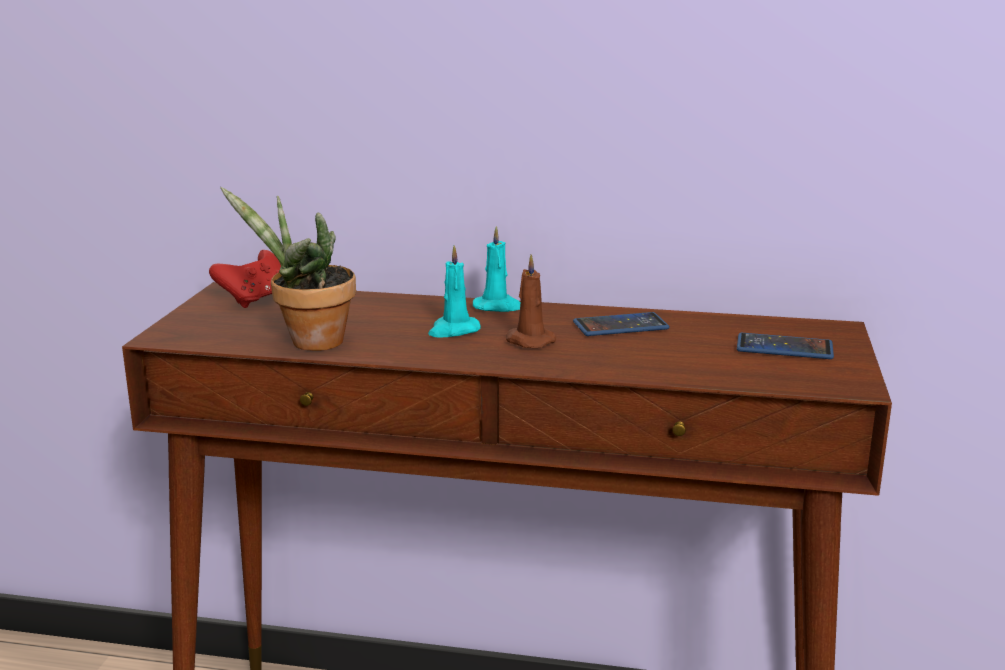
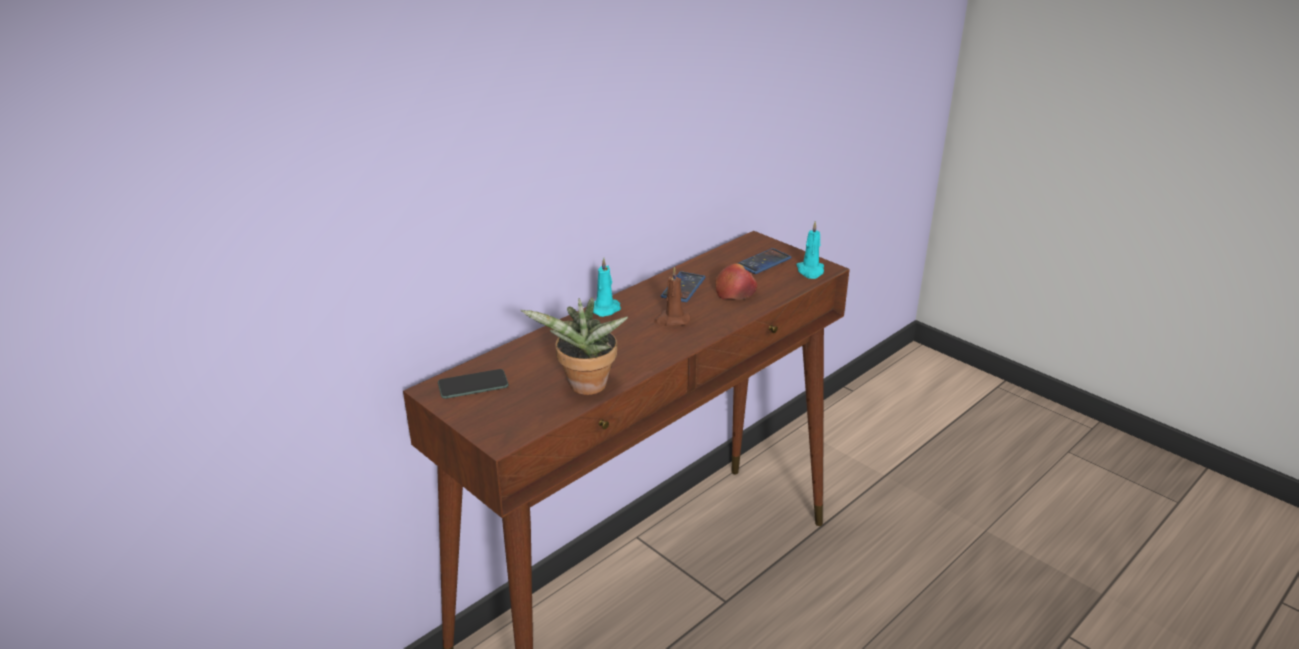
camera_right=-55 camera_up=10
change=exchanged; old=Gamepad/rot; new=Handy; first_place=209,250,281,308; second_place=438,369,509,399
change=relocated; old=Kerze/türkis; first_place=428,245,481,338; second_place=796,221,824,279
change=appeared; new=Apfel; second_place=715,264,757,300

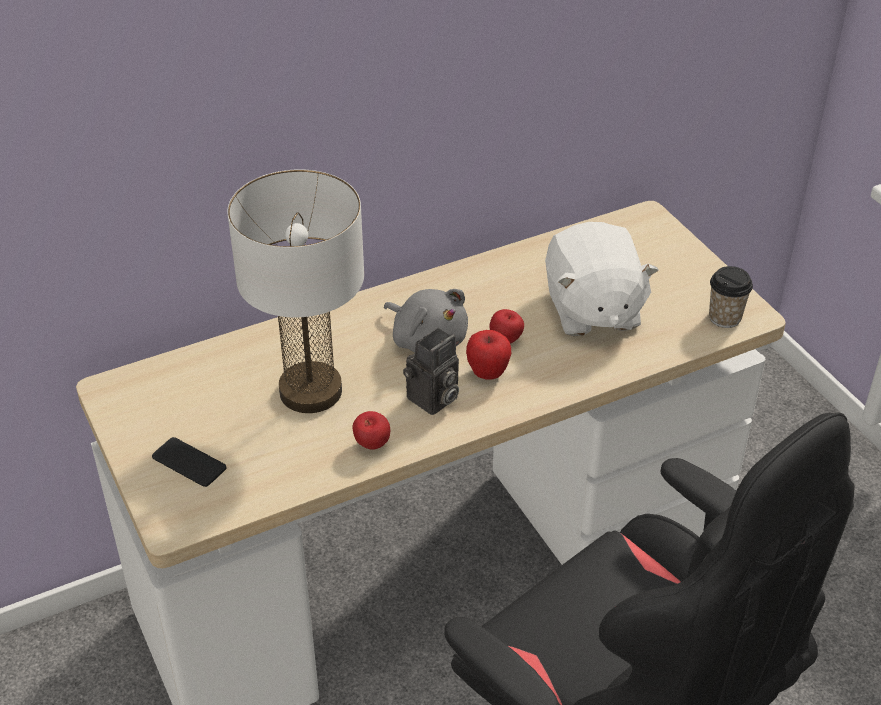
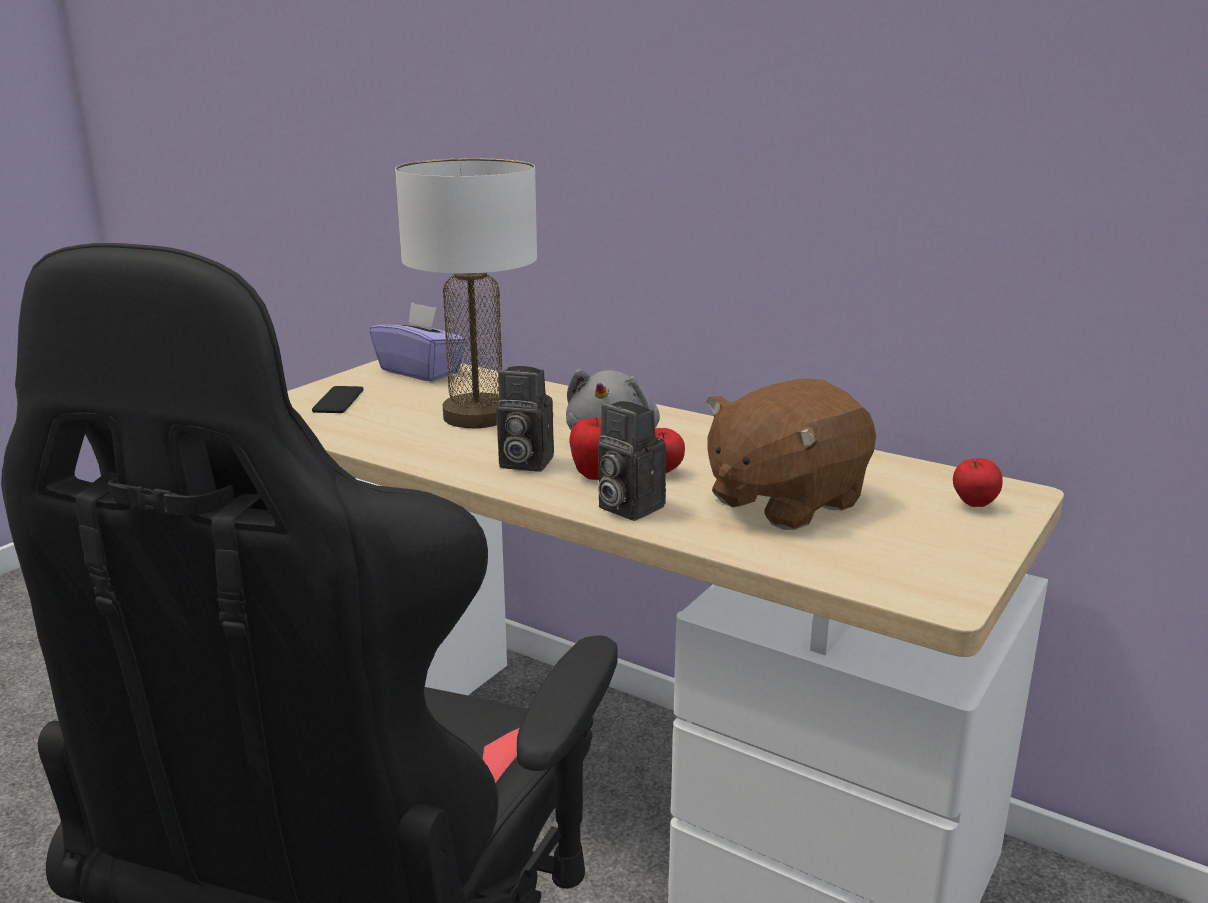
camera_right=60 camera_up=-20
change=relocated; old=Apfel; first_place=352,411,390,449; second_place=953,458,1003,507
change=colour; old=Plüschtier/weiß; new=Plüschtier/braun; first_place=545,222,659,336; second_place=706,378,876,530
change=missing; old=Tasse; first_place=709,266,753,328
change=appeared; new=Taschentuchbox/lila; second_place=369,302,467,382
change=appeared; new=Kamera; second_place=598,401,666,521

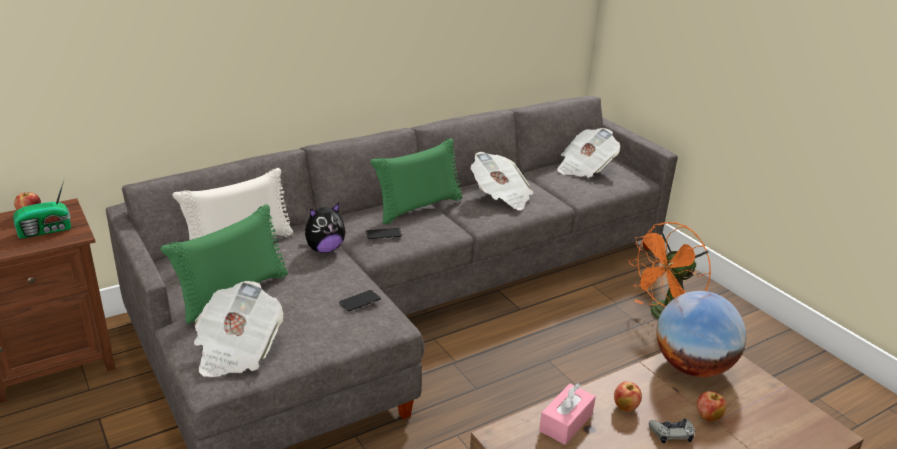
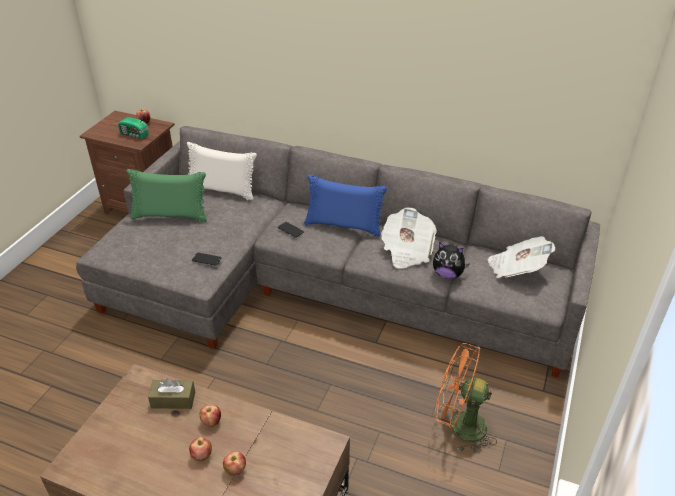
camera_right=55 camera_up=10
change=missing; old=Zeitung; first_place=194,281,283,377
change=relocated; old=Plüschtier; first_place=305,203,345,253; second_place=433,242,469,279
change=colour; old=Kissen/grün; new=Kissen/blau; first_place=370,138,462,224; second_place=304,175,387,237
change=colour; old=Taschentuchbox/rosa; new=Taschentuchbox/braun; first_place=539,383,596,445; second_place=148,378,195,409
change=exchanged; old=Gamepad/grau; new=Apfel; first_place=649,419,695,443; second_place=189,437,212,461
change=missing; old=Globus; first_place=657,291,746,377

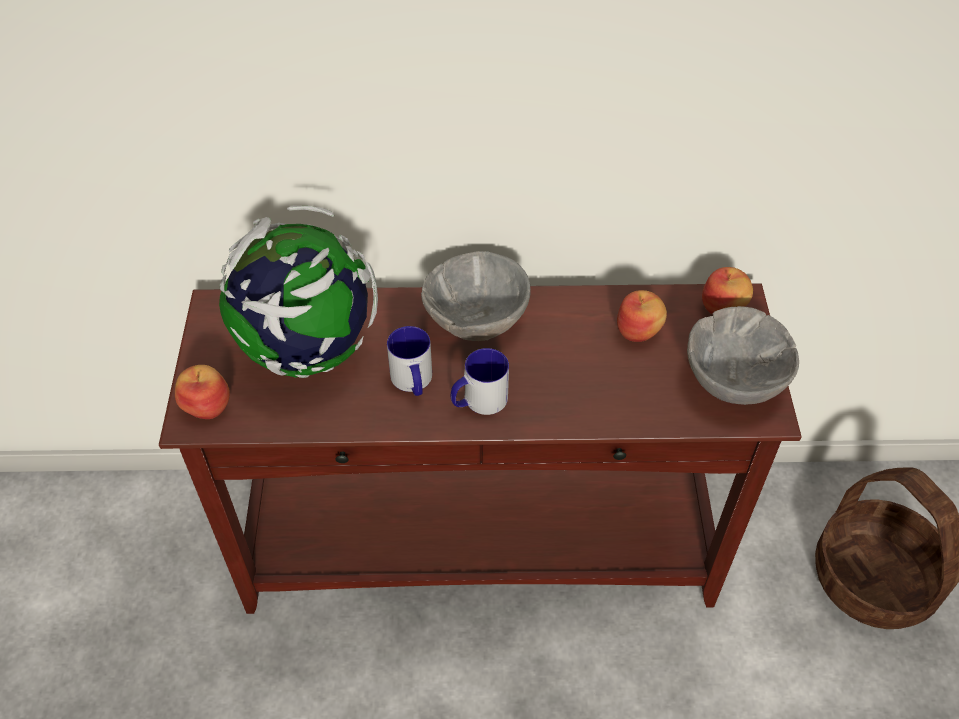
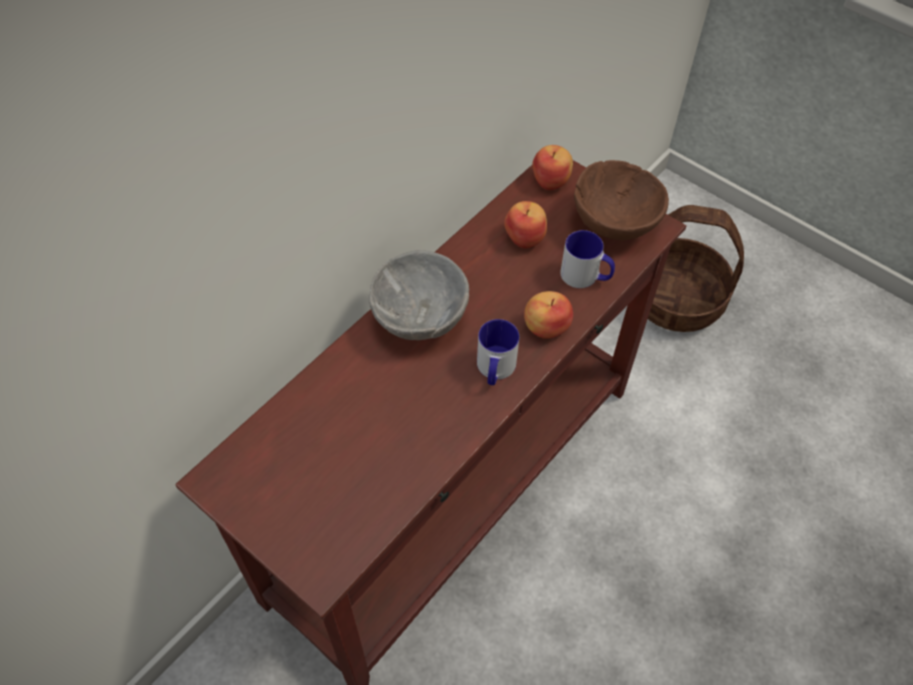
camera_right=-50 camera_up=5
change=relocated; old=Apfel; first_place=175,365,230,419; second_place=524,291,573,339
change=missing; old=Globus; first_place=219,206,378,378
change=relocated; old=Henkelbecher; first_place=387,326,432,396; second_place=560,230,615,288
change=colour; old=Schüssel/grau; new=Schüssel/braun; first_place=687,306,799,405; second_place=574,160,669,240

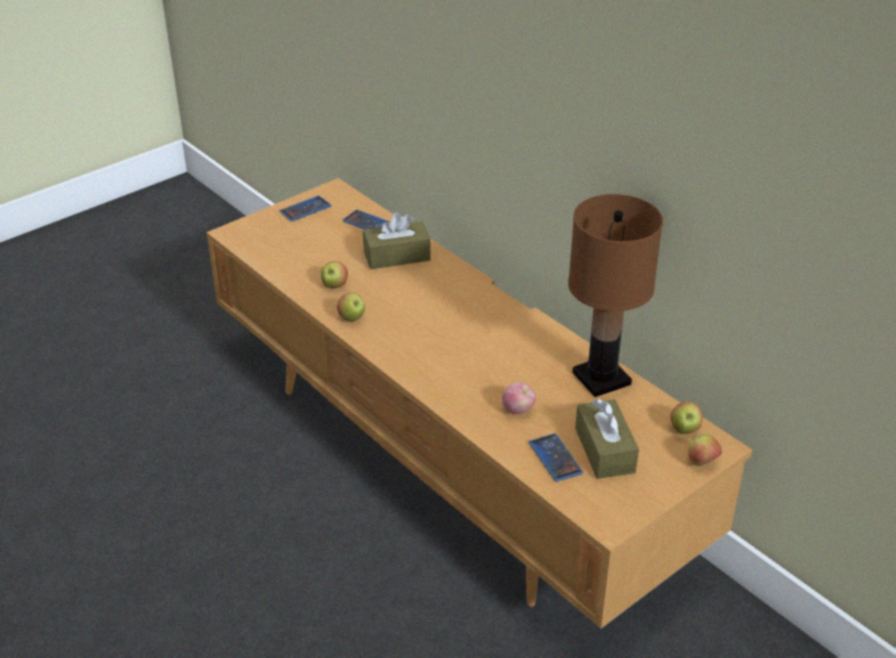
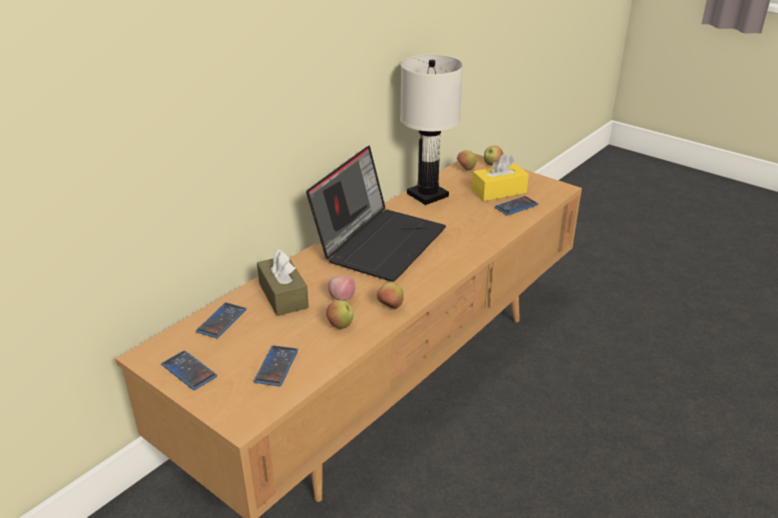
camera_right=-100 camera_up=-5
change=relocated; old=Apfel; first_place=502,382,536,414; second_place=328,276,355,300
change=colour; old=Tischlampe/braun; new=Tischlampe/weiß; first_place=568,194,663,397; second_place=400,55,463,205
change=colour; old=Taschentuchbox/braun; new=Taschentuchbox/gelb; first_place=575,399,639,479; second_place=472,154,529,201
change=appeared; new=Handy; second_place=254,345,298,386
change=appeared; new=Laptop; second_place=306,146,446,282

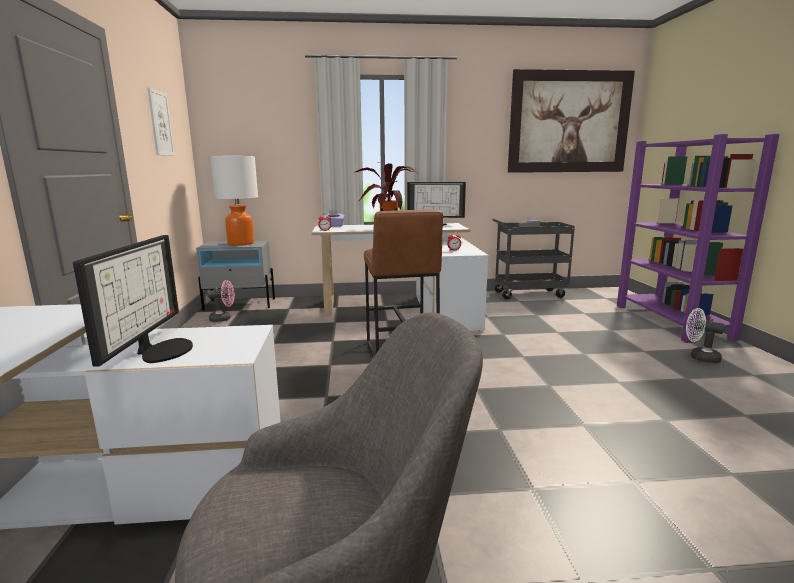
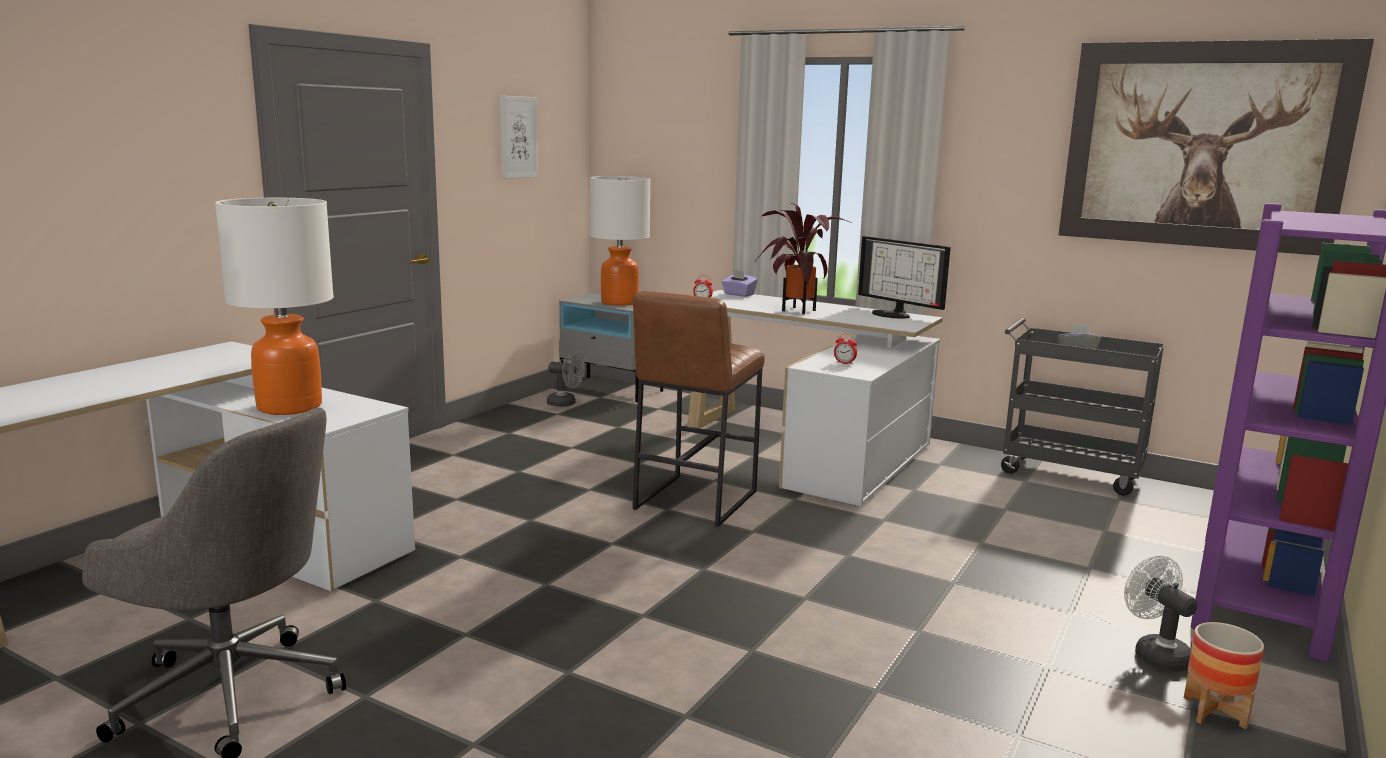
camera_right=35 camera_up=0
change=exchanged; old=Monitor; new=Tischlampe; first_place=73,235,193,367; second_place=215,198,334,415
change=colour; old=Ventilator/rosa; new=Ventilator/grau; first_place=208,280,235,322; second_place=547,351,585,407
change=appeared; new=Pflanzkübel; second_place=1184,622,1264,729

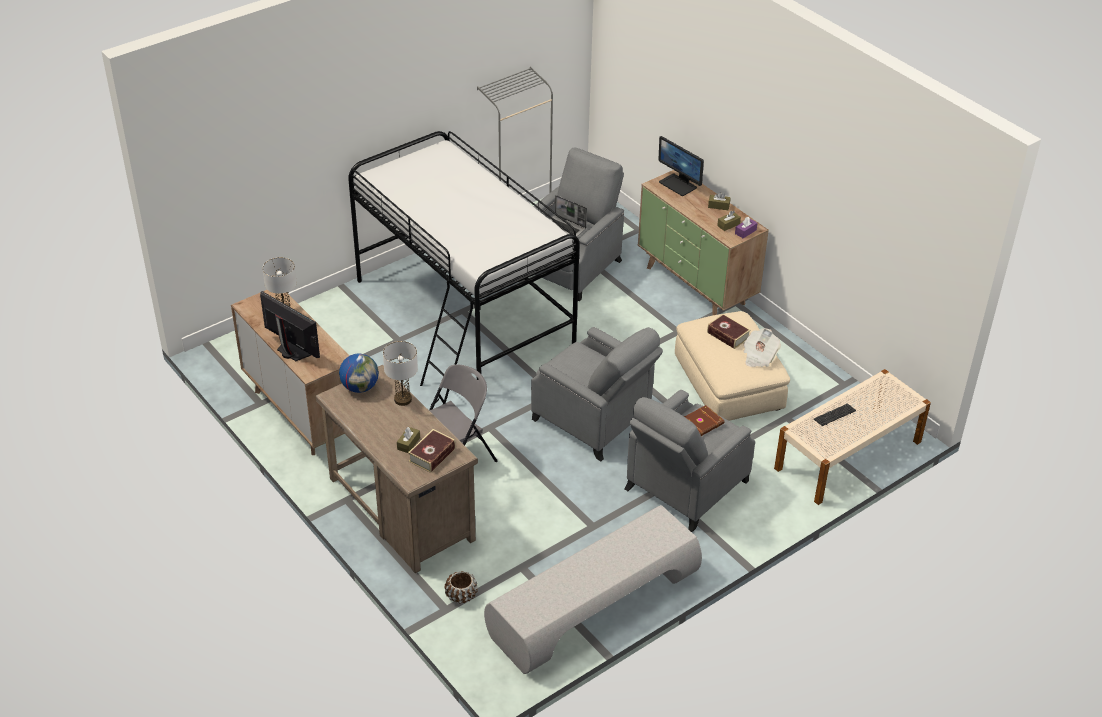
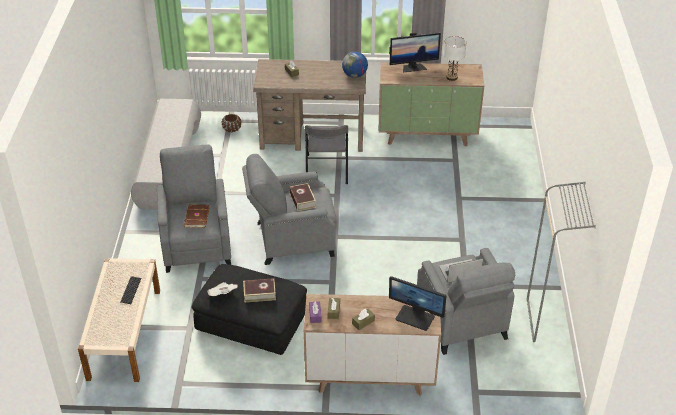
camera_right=130 camera_up=0
change=missing; old=Bett/schwarz; first_place=348,131,580,402
change=missing; old=Tischlampe; first_place=383,341,418,406
change=relocated; old=Buch; first_place=408,429,456,473; second_place=290,183,316,211
change=spun; old=Monitor; first_place=658,136,704,196; second_place=389,276,446,331; degrees=-150
change=colour; old=Polsterhocker/beige; new=Polsterhocker/schwarz; first_place=675,311,790,421; second_place=192,264,307,355

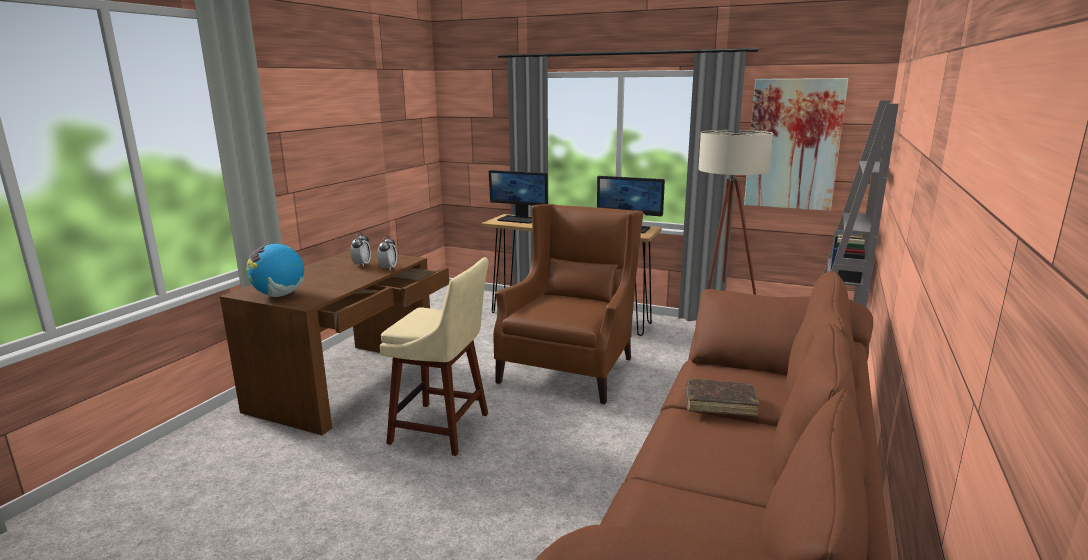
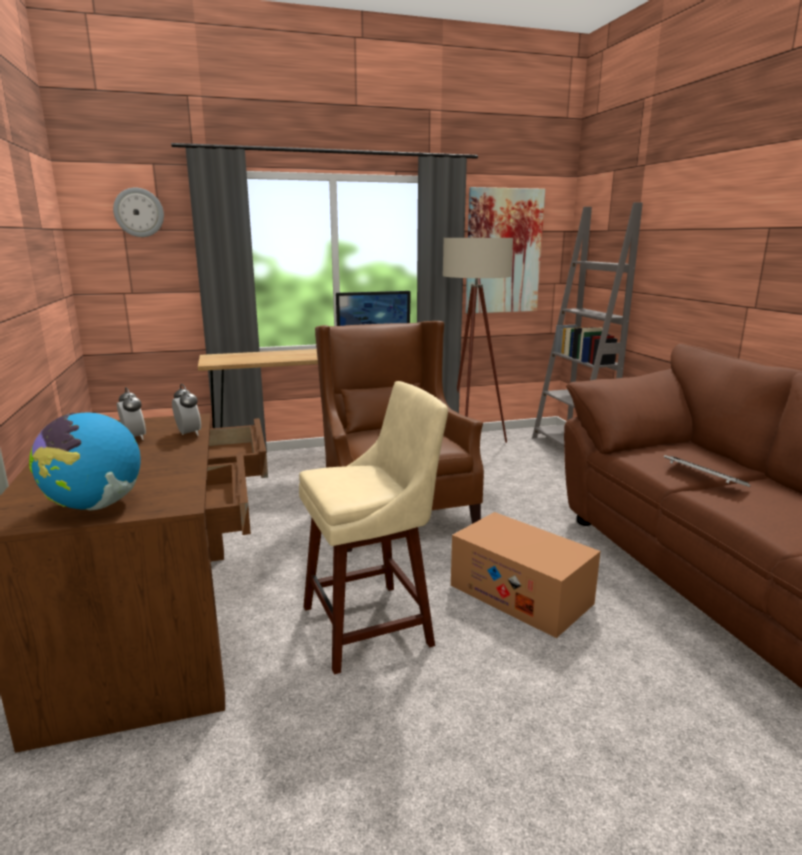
camera_right=-40 camera_up=0
change=missing; old=Monitor; first_place=489,170,548,224
change=exchanged; old=Buch/braun; new=Tastatur; first_place=686,378,760,417; second_place=664,455,750,487
change=appeared; new=Wanduhr; second_place=113,188,164,237
change=appeared; new=Karton; second_place=451,512,601,638

